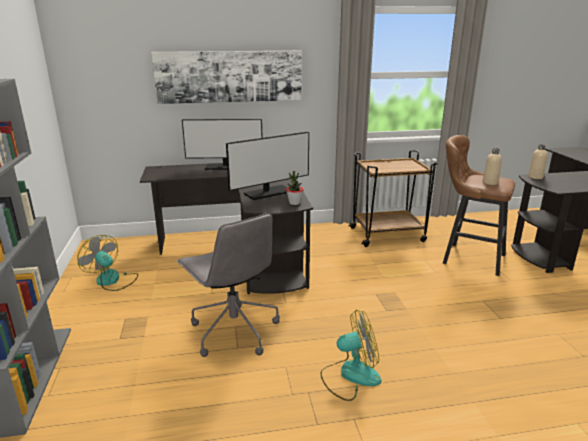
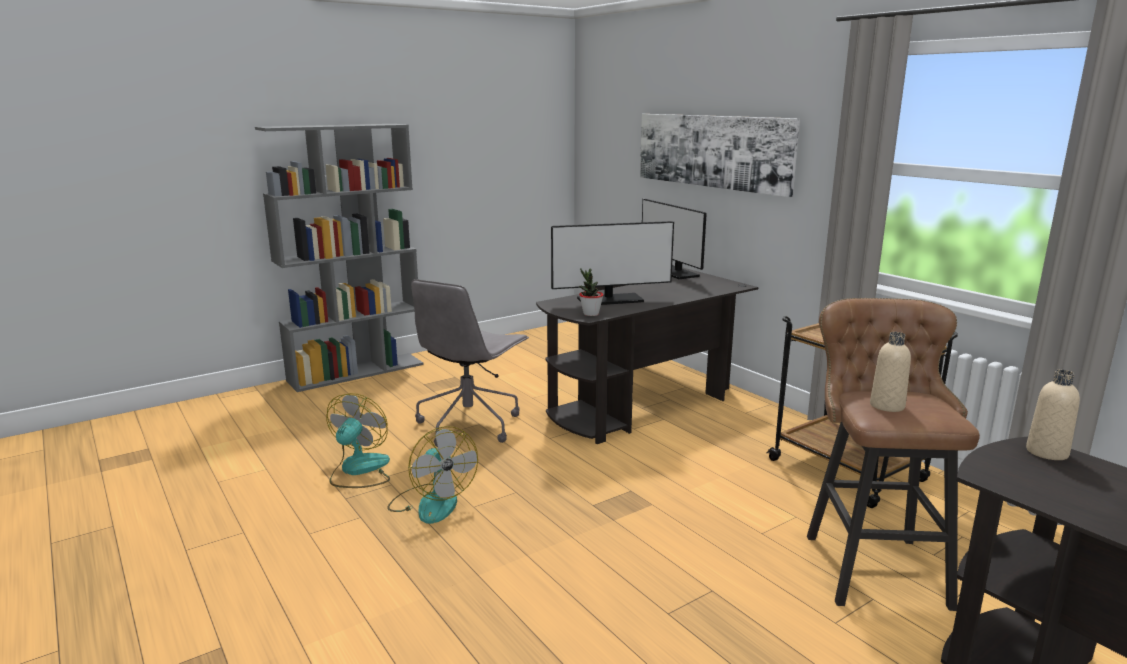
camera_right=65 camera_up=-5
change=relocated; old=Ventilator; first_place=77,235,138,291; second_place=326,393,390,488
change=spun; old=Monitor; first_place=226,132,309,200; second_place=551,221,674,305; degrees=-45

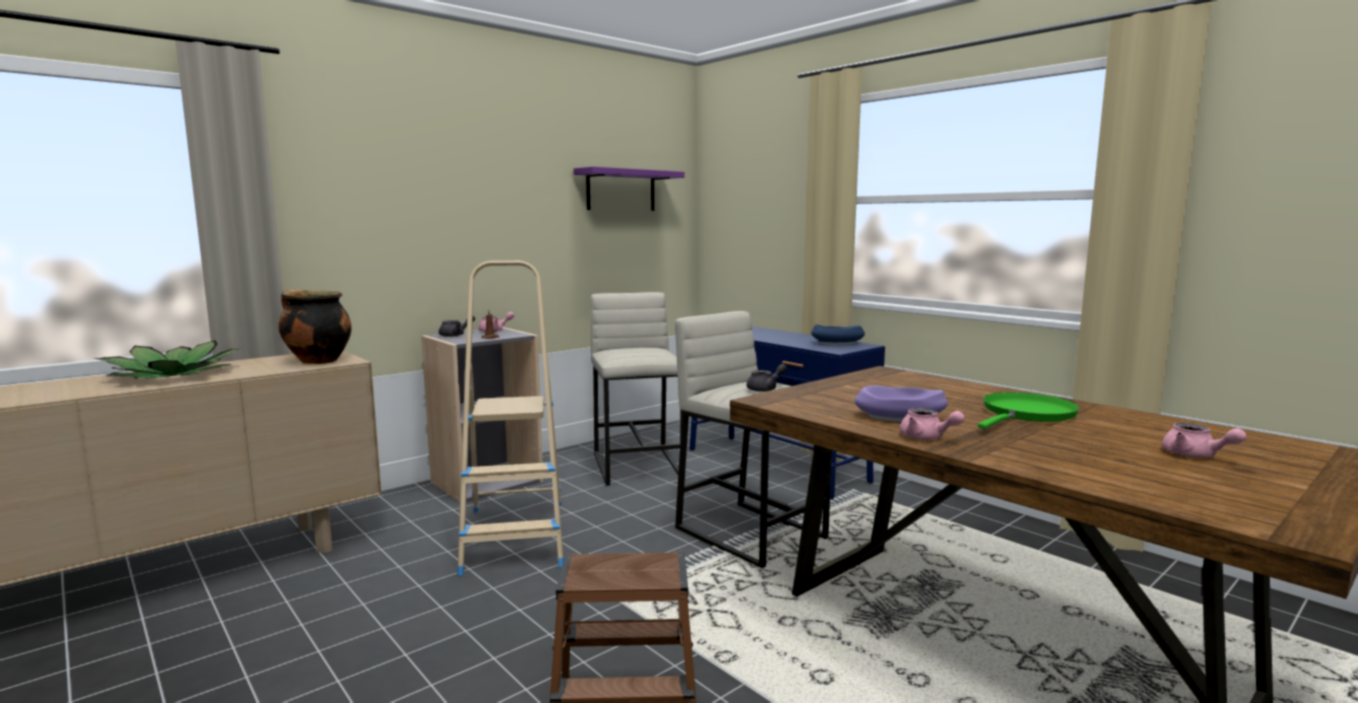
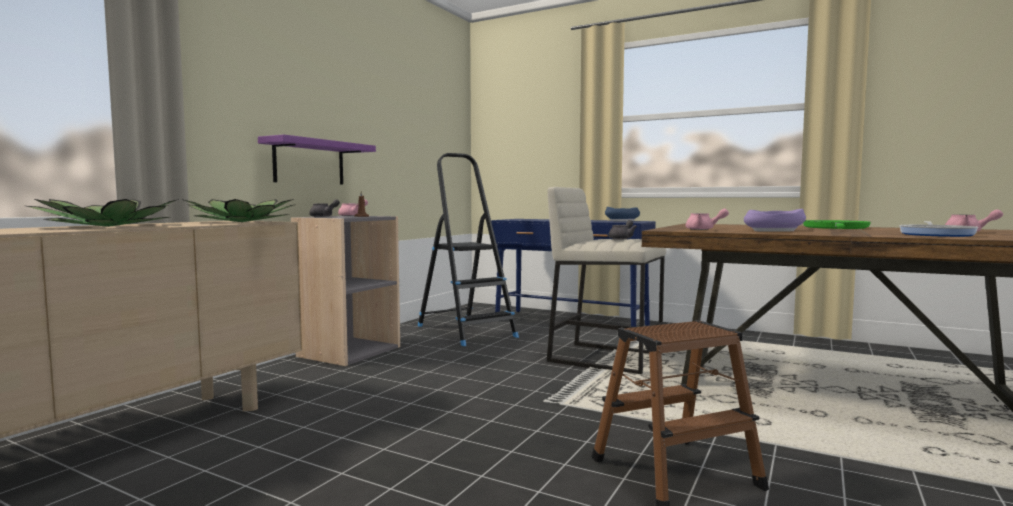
camera_right=-20 camera_up=-5
change=exchanged; old=Kochtopf; new=Topfpflanze; first_place=278,289,352,364; second_place=184,199,296,222
change=missing; old=Trittleiter/beige; first_place=457,261,564,576
change=relocated; old=Wandregal/lila; first_place=573,166,685,211; second_place=258,134,376,185
change=exchanged; old=Hocker/beige; new=Trittleiter/schwarz; first_place=590,292,682,486; second_place=418,153,519,346
change=relocated; old=Teekanne/rosa; first_place=900,408,965,440; second_place=686,208,729,230
change=appeared; new=Pfanne; second_place=899,221,978,237

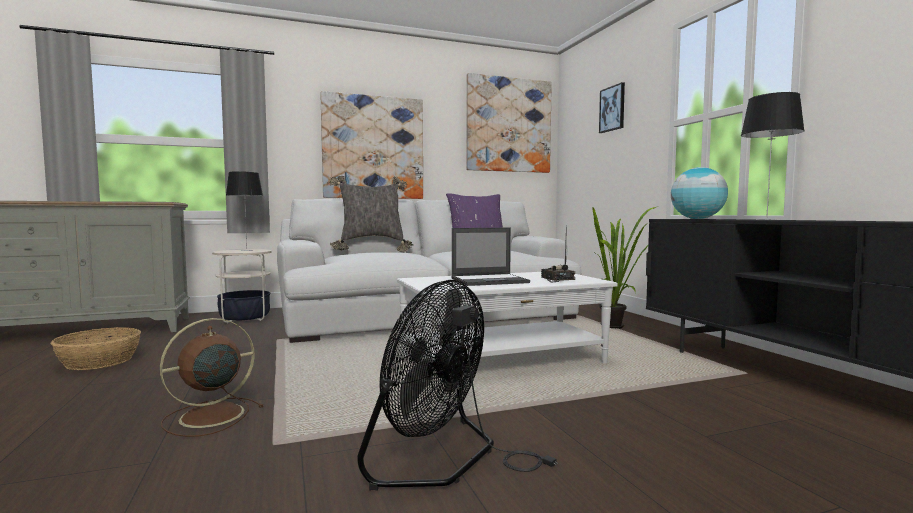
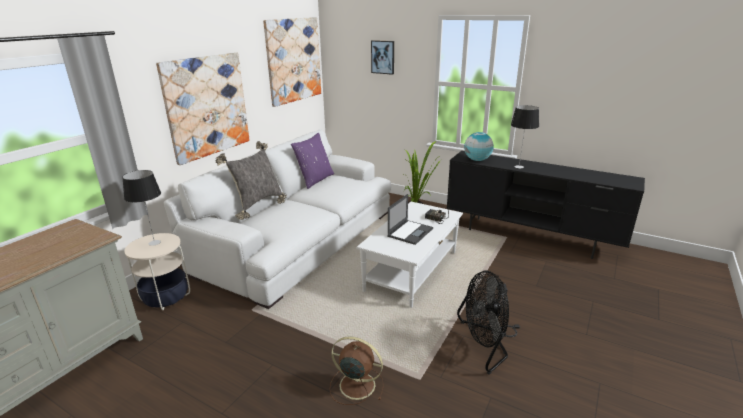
camera_right=-40 camera_up=20
change=missing; old=Korb; first_place=51,327,141,370
change=spun; old=Ventilator/braun; first_place=160,318,264,437; second_place=330,336,384,405; degrees=105

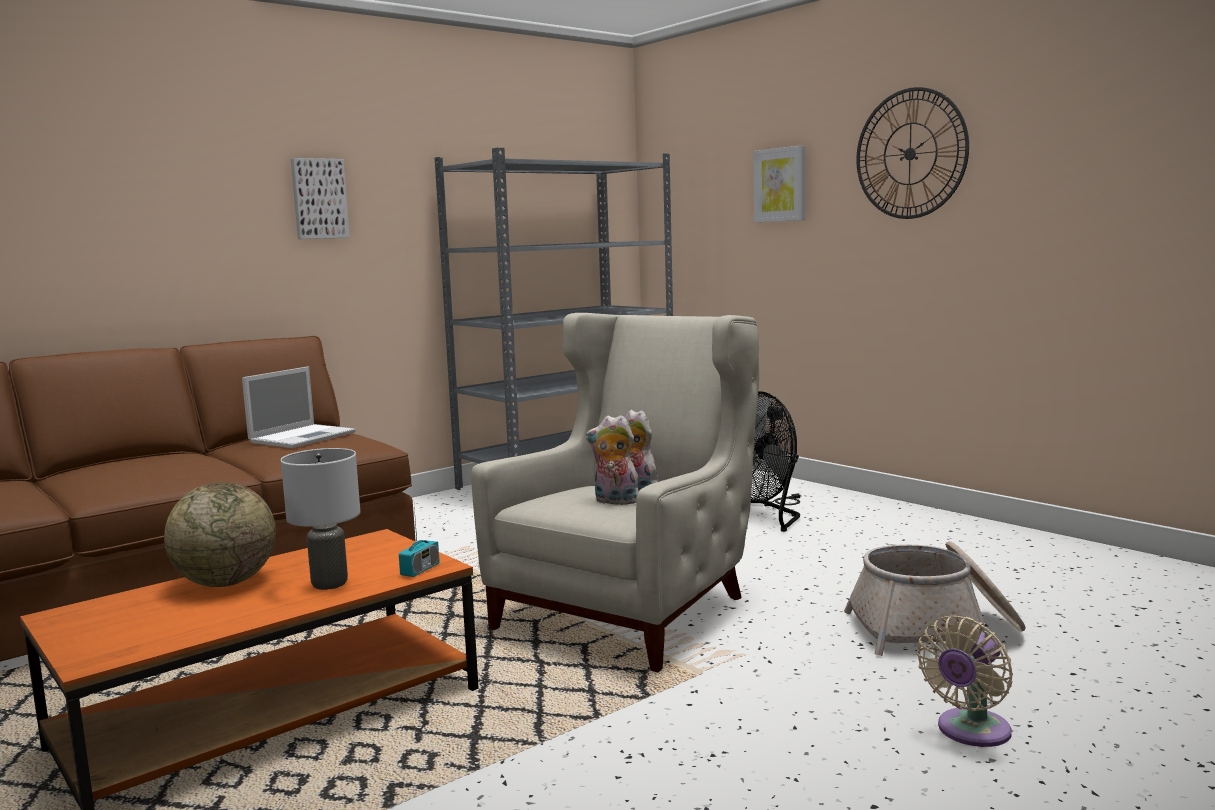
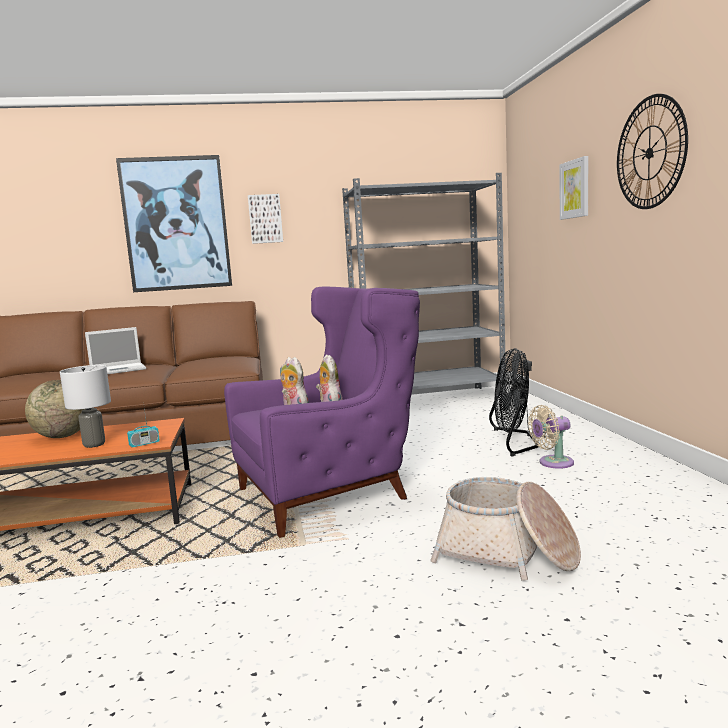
camera_right=30 camera_up=0
change=relocated; old=Laptop; first_place=242,366,356,448; second_place=85,327,146,374
change=colour; old=Sessel/beige; new=Sessel/lila; first_place=471,313,759,672; second_place=224,287,420,538
change=relocated; old=Ventilator/beige; first_place=917,616,1013,747; second_place=528,405,574,469
change=appeared; new=Bild; second_place=116,155,232,292

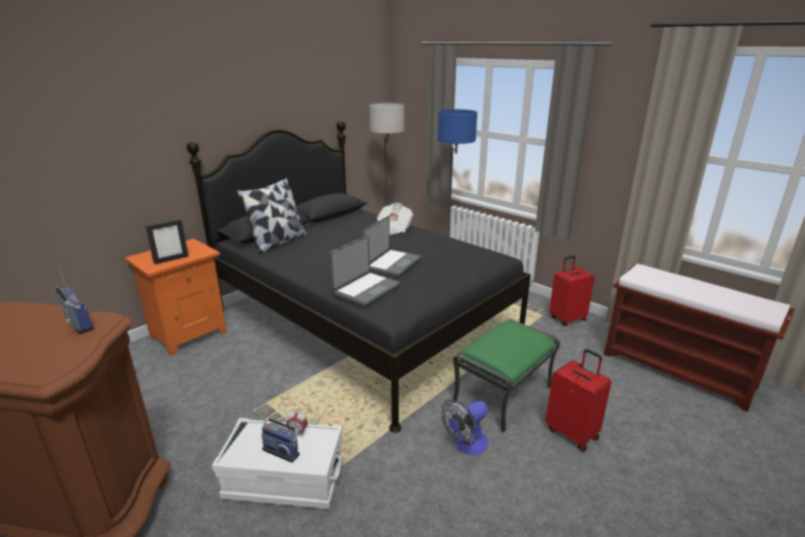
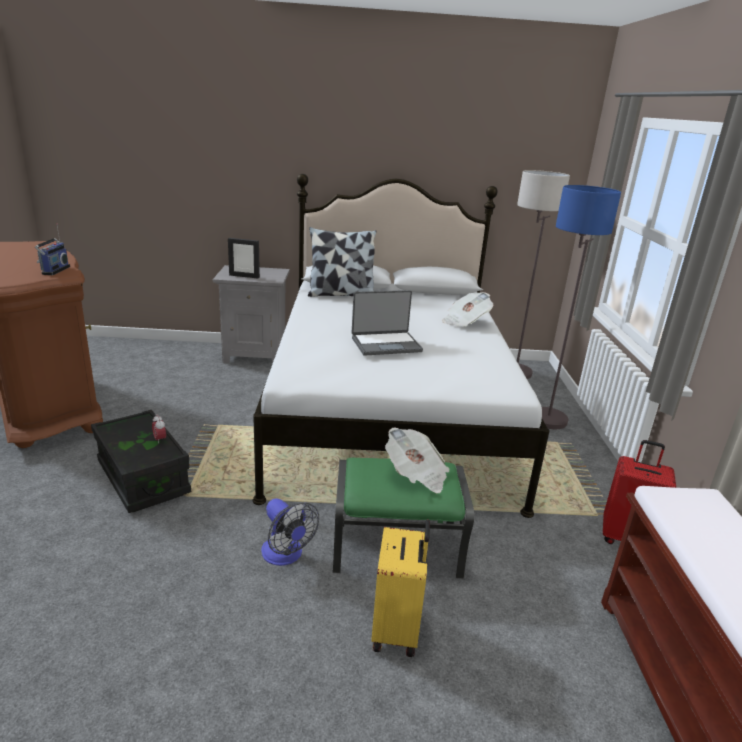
camera_right=45 camera_up=0
change=colour; old=Nachttisch/orange; new=Nachttisch/grau; first_place=125,239,227,356; second_place=213,265,290,364
change=colour; old=Bett/schwarz; new=Bett/weiß; first_place=187,121,531,433; second_place=253,174,550,518
change=colour; old=Aufbewahrungsbox/weiß; new=Aufbewahrungsbox/schwarz; first_place=212,418,343,509; second_place=91,410,191,513
change=missing; old=Radio; first_place=261,418,300,463
change=missing; old=Laptop; first_place=329,236,401,306
change=spun; old=Ventilator; first_place=442,400,488,455; second_place=261,498,319,566; degrees=-135
change=colour; old=Koffer/rot; new=Koffer/gelb; first_place=546,349,611,452; second_place=371,520,430,657
change=appeared; new=Zeitung; second_place=385,427,450,493

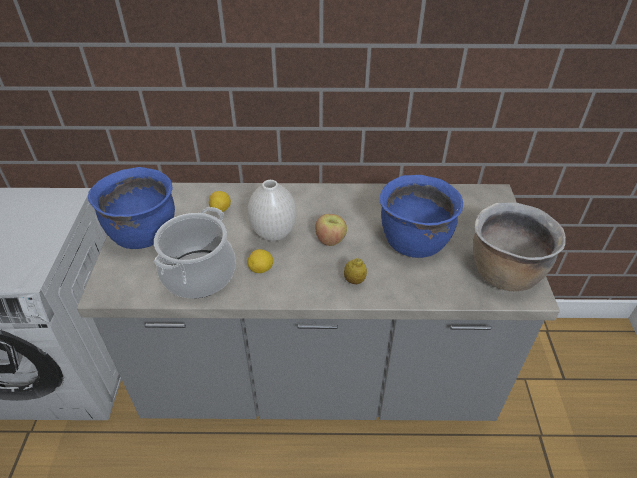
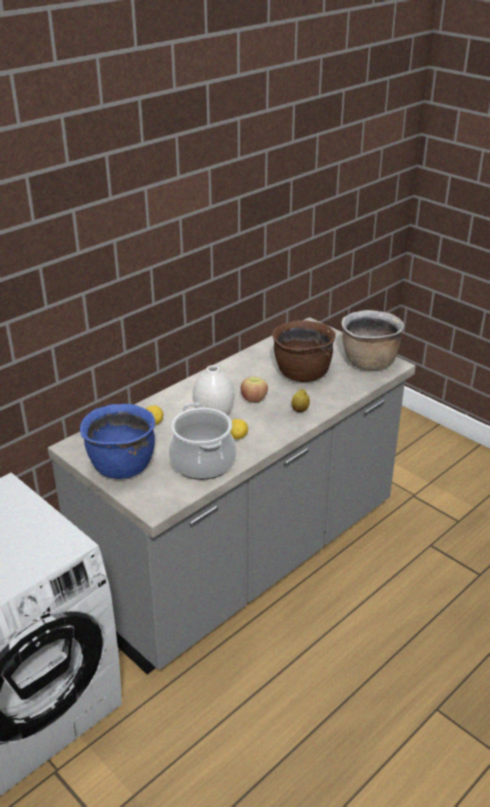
camera_right=-45 camera_up=-10
change=colour; old=Kochtopf/blau; new=Kochtopf/braun; first_place=380,175,463,258; second_place=272,320,336,382

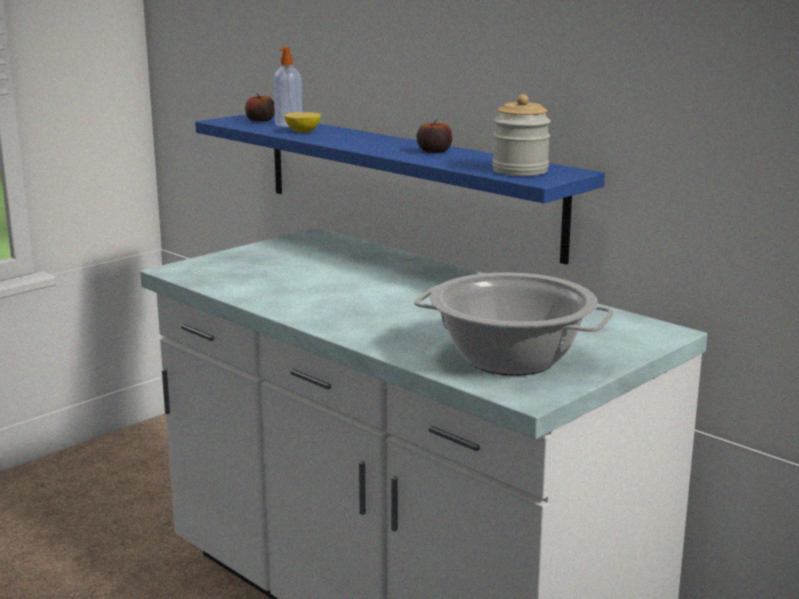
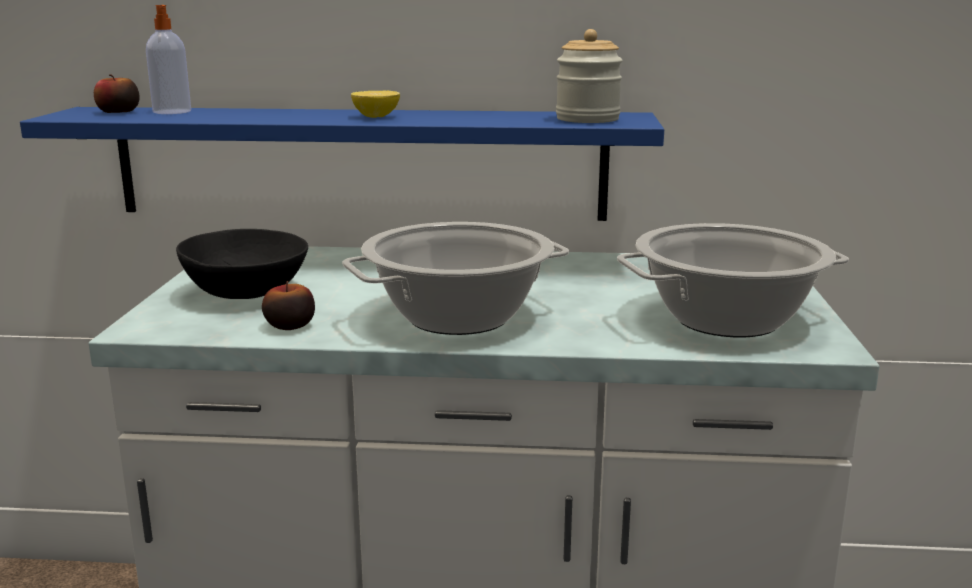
camera_right=-40 camera_up=0
change=relocated; old=Zitrone; first_place=284,112,321,133; second_place=351,91,400,118
change=relocated; old=Apfel; first_place=417,120,452,153; second_place=262,281,315,330
change=appeared; new=Schüssel/schwarz; second_place=176,229,308,299
change=appeared; new=Kochtopf; second_place=342,222,569,335

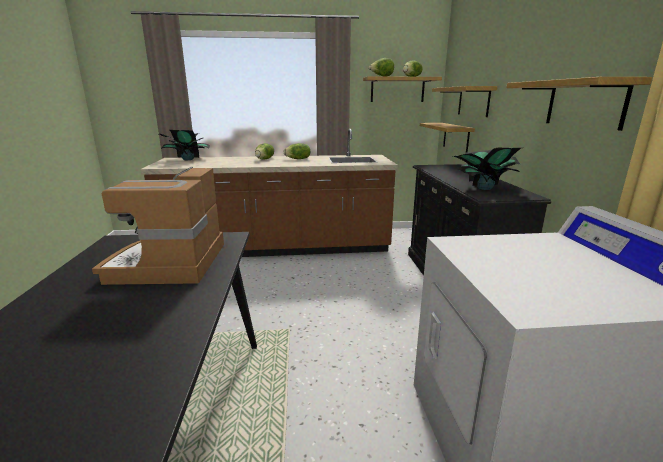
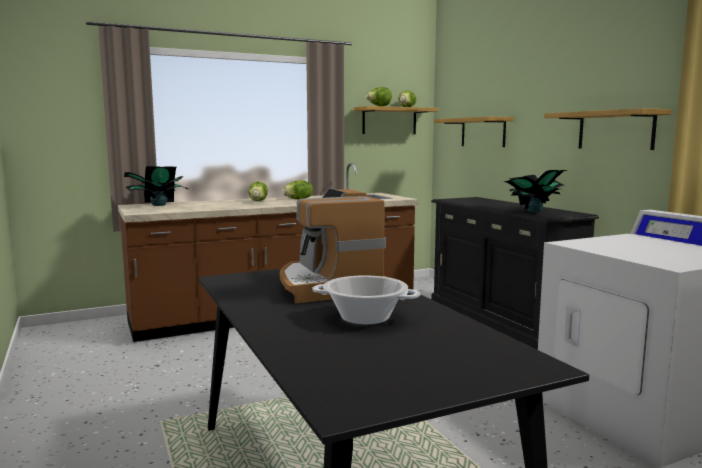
camera_right=-20 camera_up=-10
change=missing; old=Wandregal; first_place=420,123,475,152
change=appeared; new=Kochtopf; second_place=312,275,420,325

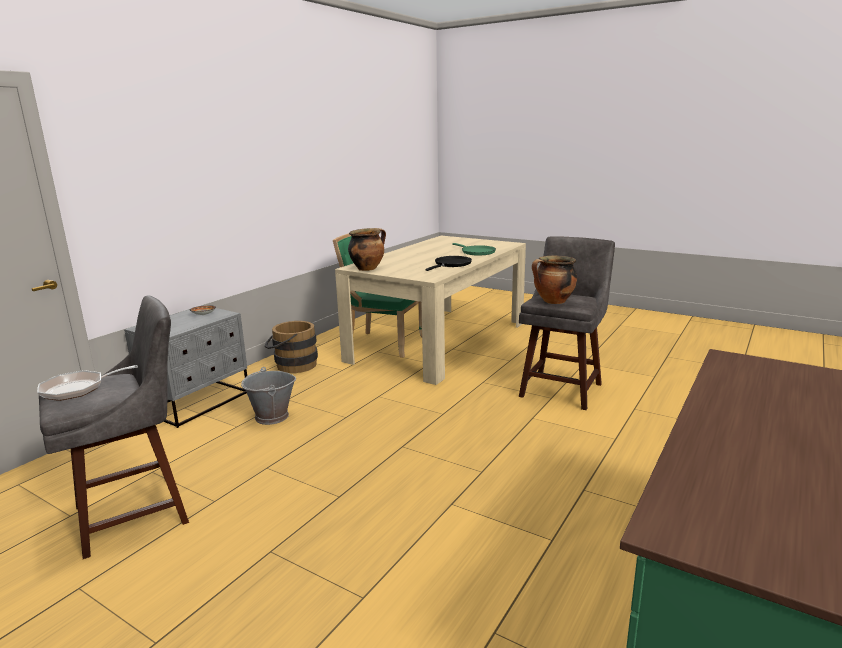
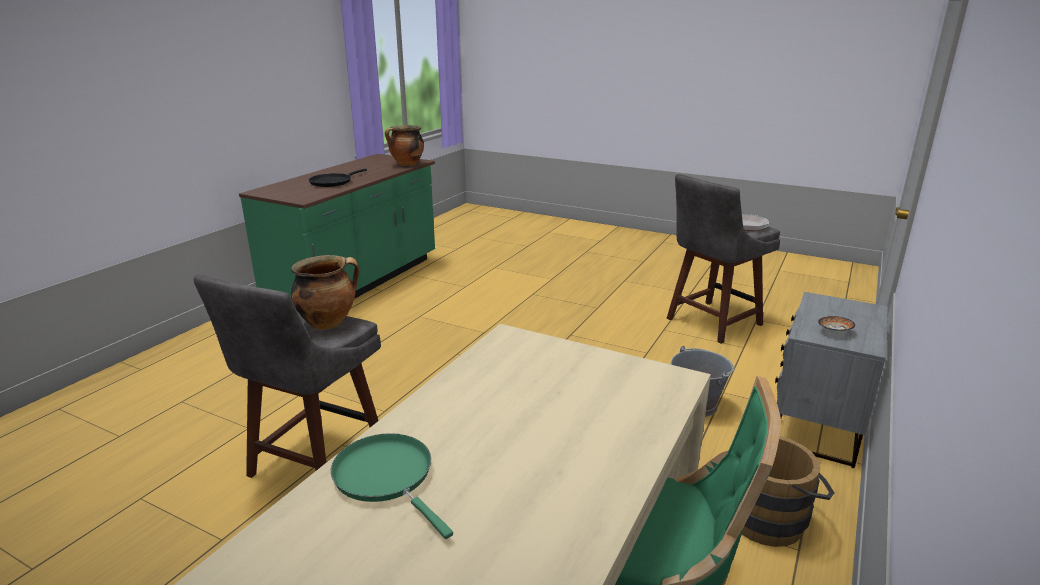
camera_right=175 camera_up=5
change=relocated; old=Kochtopf; first_place=348,228,386,271; second_place=385,125,424,166
change=relocated; old=Pfanne/schwarz; first_place=425,256,472,271; second_place=309,169,367,187

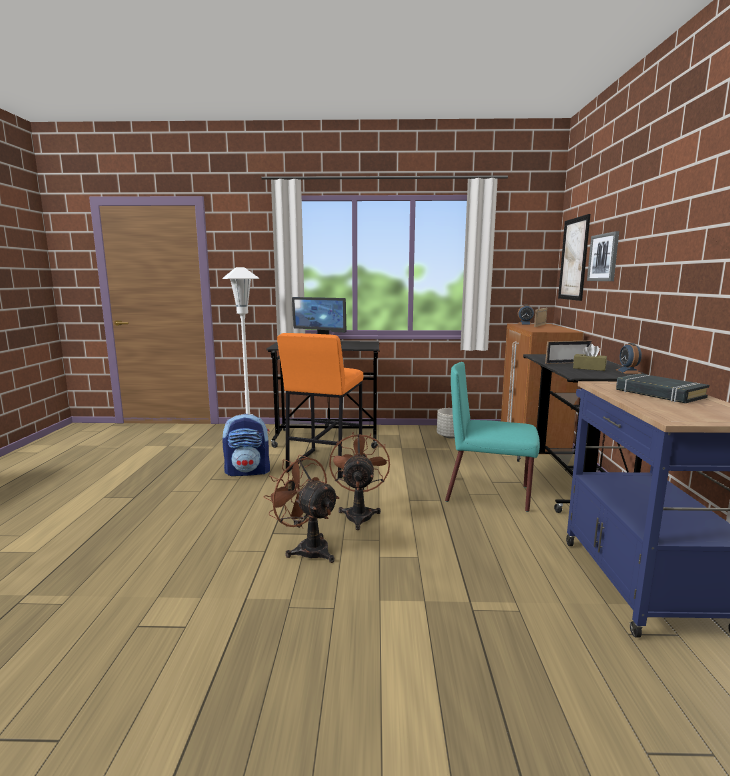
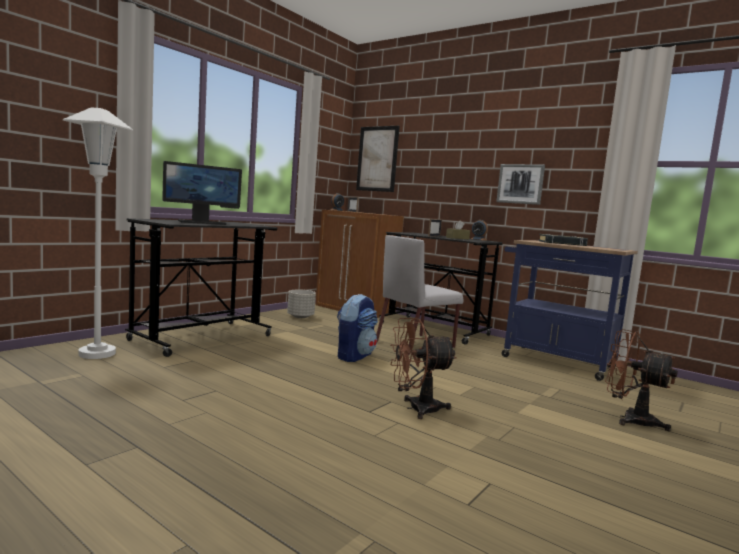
camera_right=-55 camera_up=-5
change=relocated; old=Rucksack; first_place=222,414,270,476; second_place=337,294,378,362
change=missing; old=Hocker/orange; first_place=277,333,363,479
change=relocated; old=Ventilator/braun; first_place=329,432,390,530; second_place=605,329,678,431
change=colour; old=Stuhl/türkis; new=Stuhl/grau; first_place=445,362,540,512; second_place=376,235,464,355
change=relocated; old=Bild; first_place=587,231,619,281; second_place=496,164,545,205

